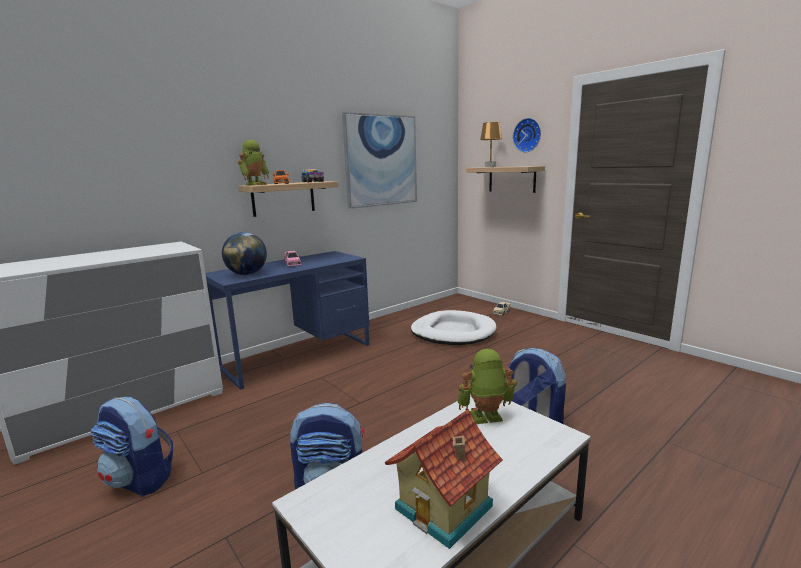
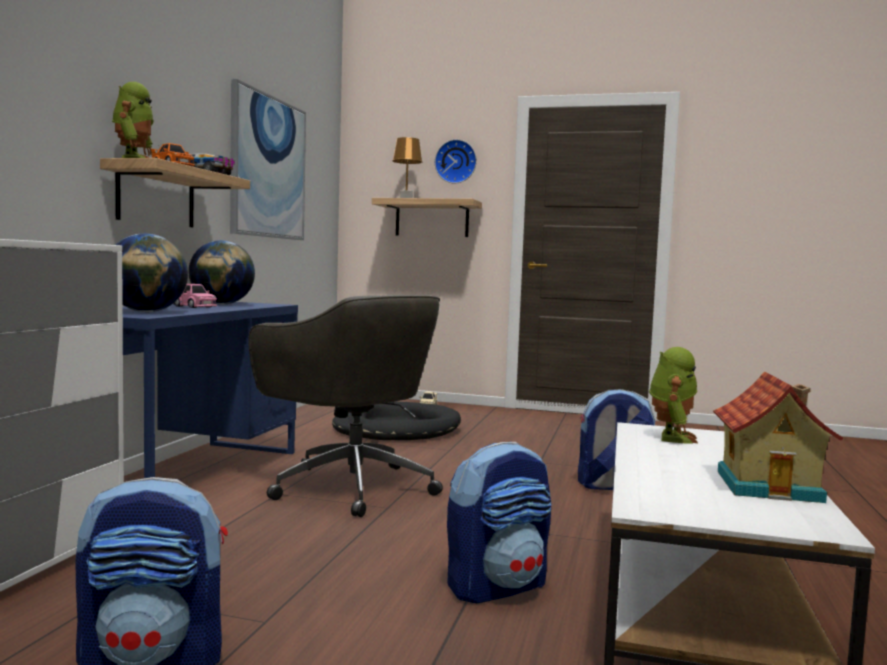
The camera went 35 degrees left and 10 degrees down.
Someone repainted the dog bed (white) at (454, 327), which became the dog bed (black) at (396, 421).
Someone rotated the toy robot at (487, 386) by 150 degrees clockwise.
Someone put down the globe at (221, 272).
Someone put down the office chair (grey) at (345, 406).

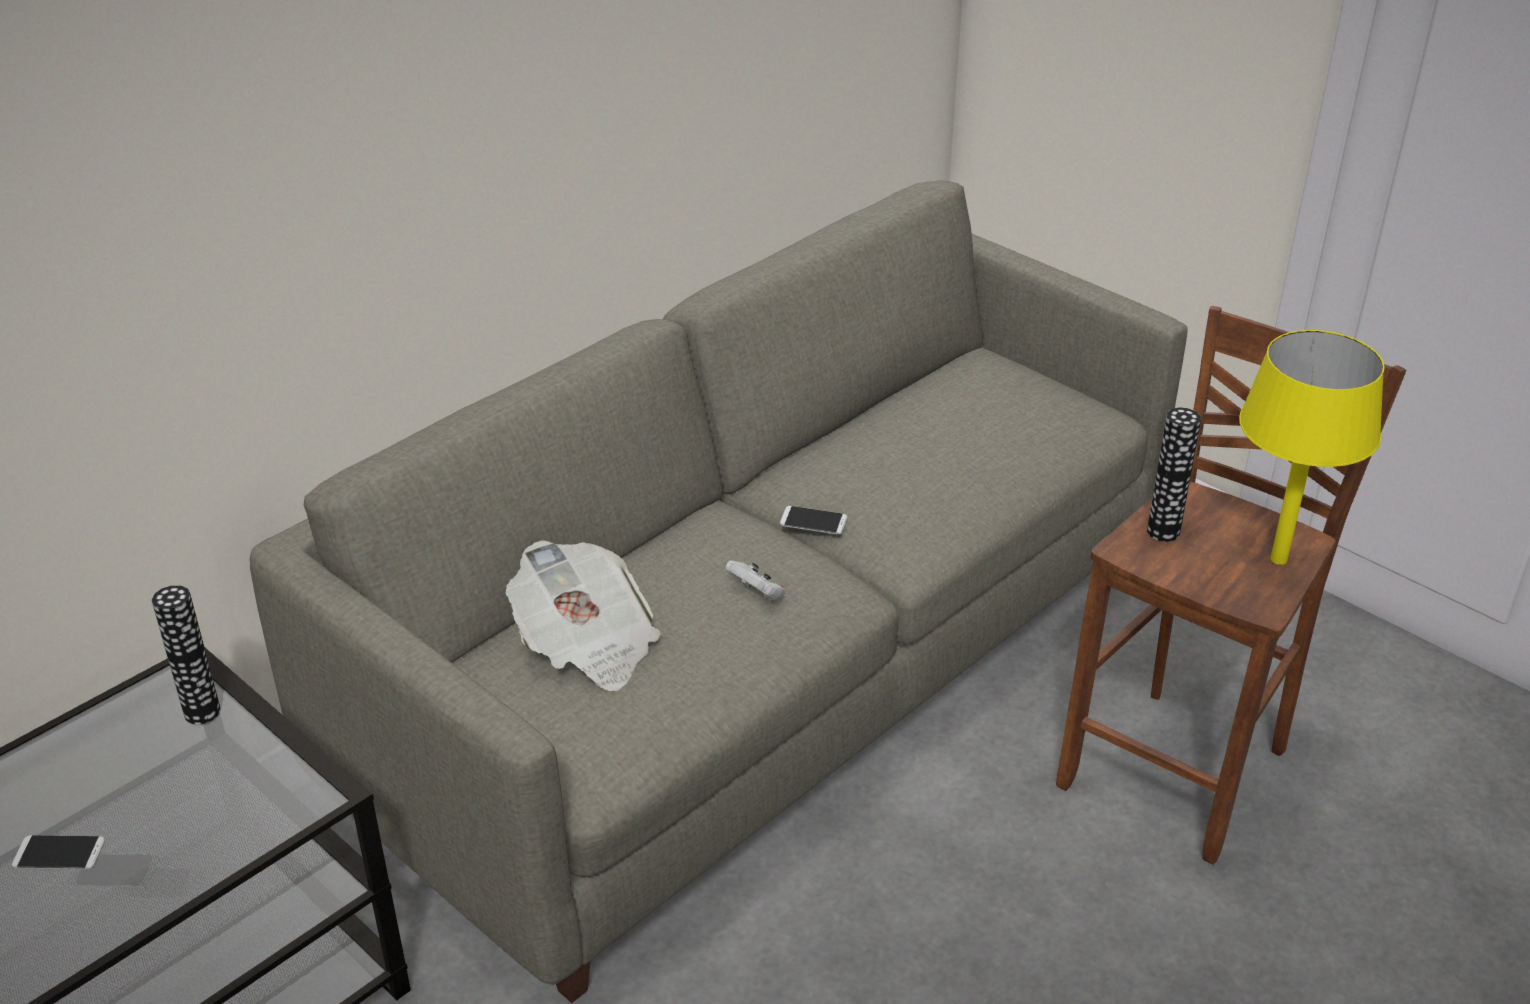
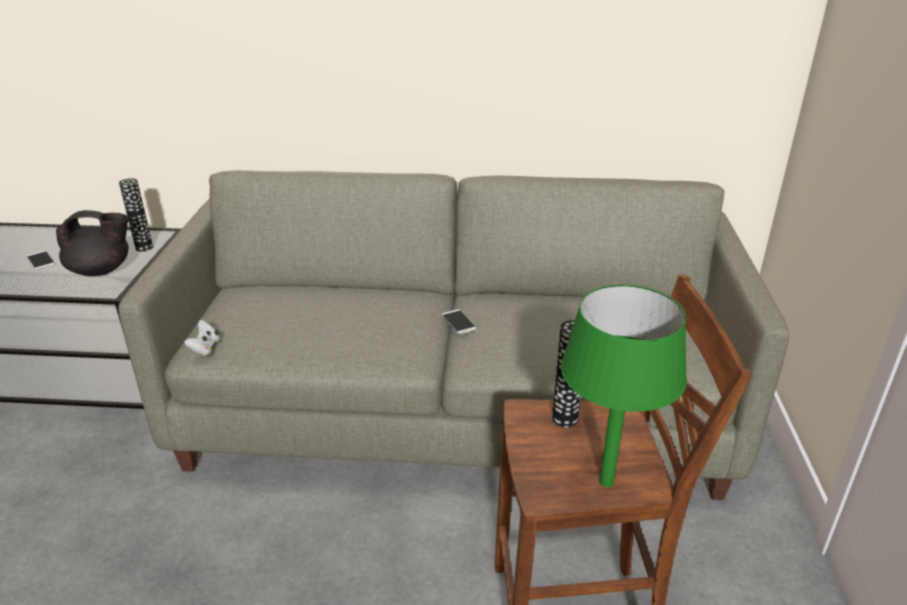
The camera went 50 degrees right and 5 degrees down.
Someone took away the newspaper at (583, 615).
Someone carried the game controller (white) from (755, 581) to (202, 338).
Someone repainted the table lamp (yellow) at (1311, 447), which became the table lamp (green) at (624, 386).
Someone put down the teapot (black) at (92, 243).

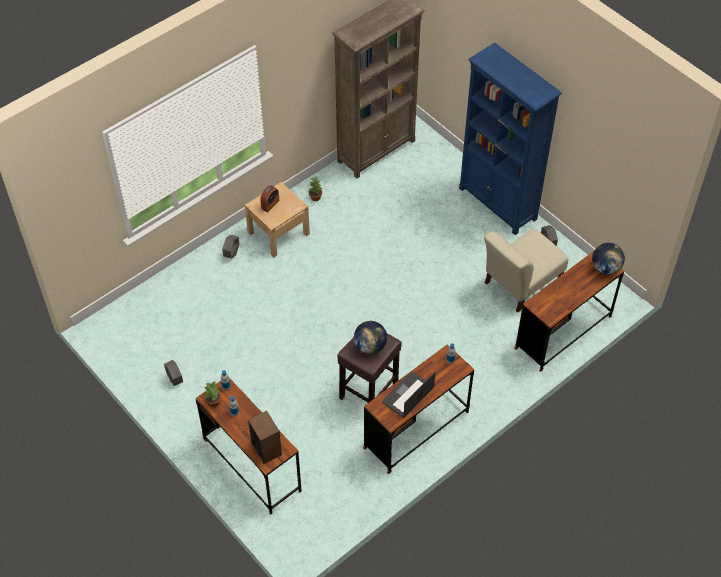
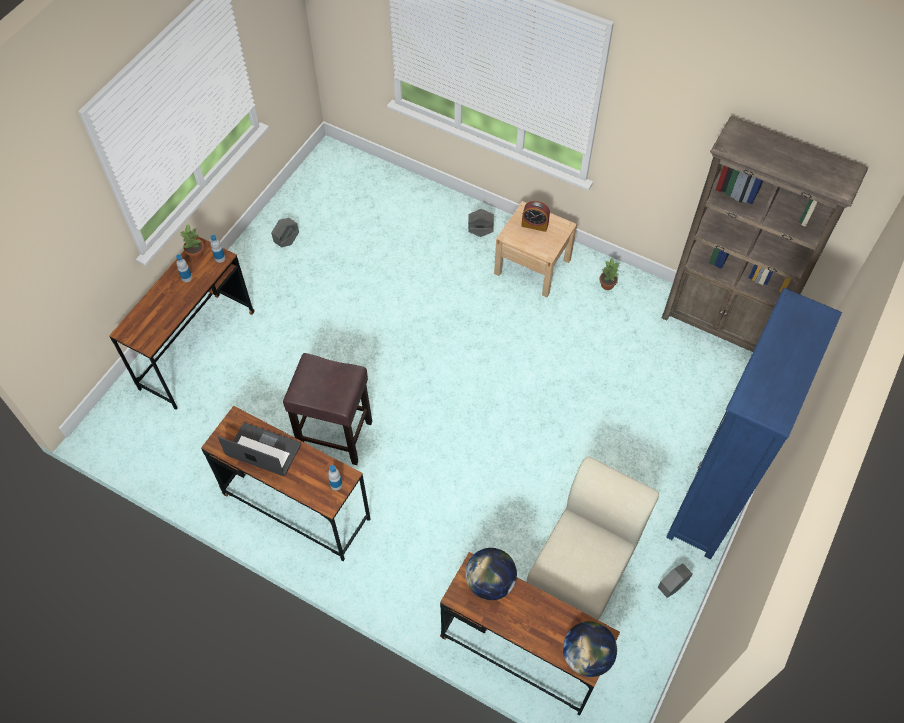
The camera went 70 degrees right and 5 degrees up.
Someone took away the speaker at (265, 437).
Someone carried the globe from (370, 337) to (491, 574).
Someone rotated the chair (beige) at (526, 270) by 90 degrees clockwise.

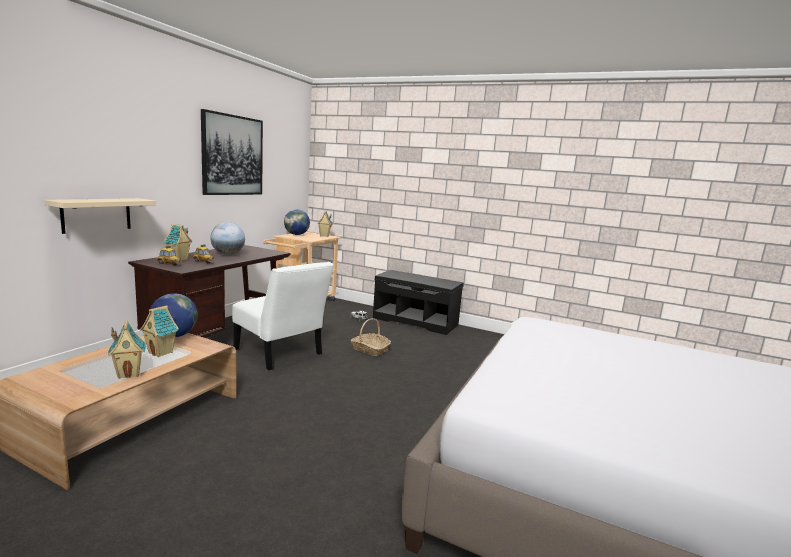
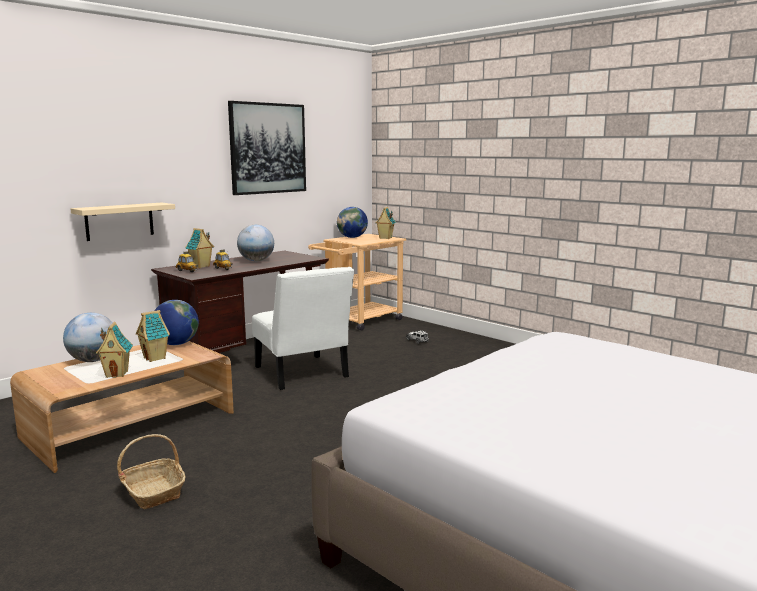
The camera went 20 degrees right and 0 degrees up.
Someone carried the basket from (371, 337) to (151, 471).
Someone took away the bench (black) at (418, 302).
Someone put down the globe at (88, 337).

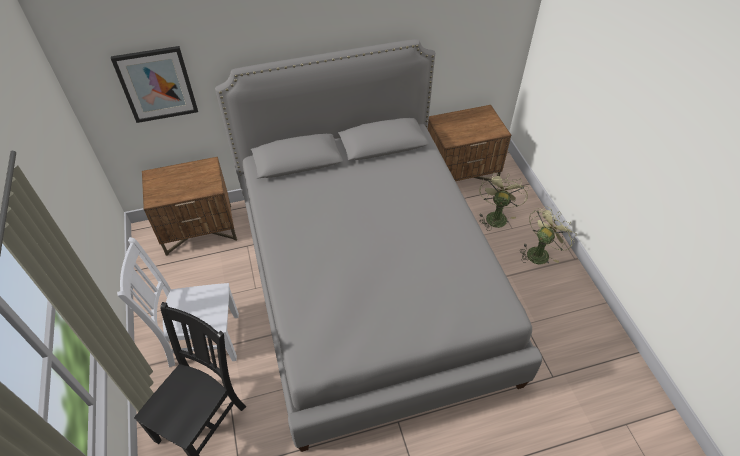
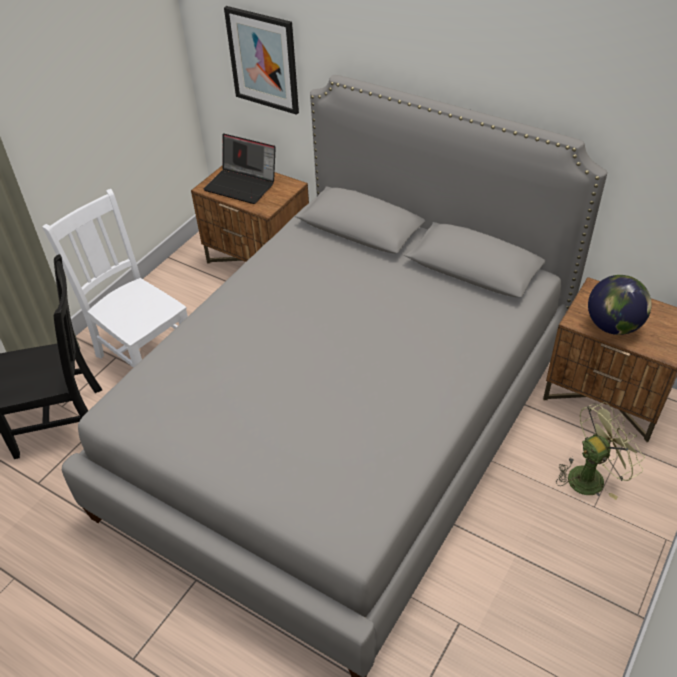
The camera went 50 degrees right and 5 degrees down.
Someone took away the fan (green) at (548, 235).
Someone put down the laptop at (239, 169).
Someone put down the globe at (620, 305).

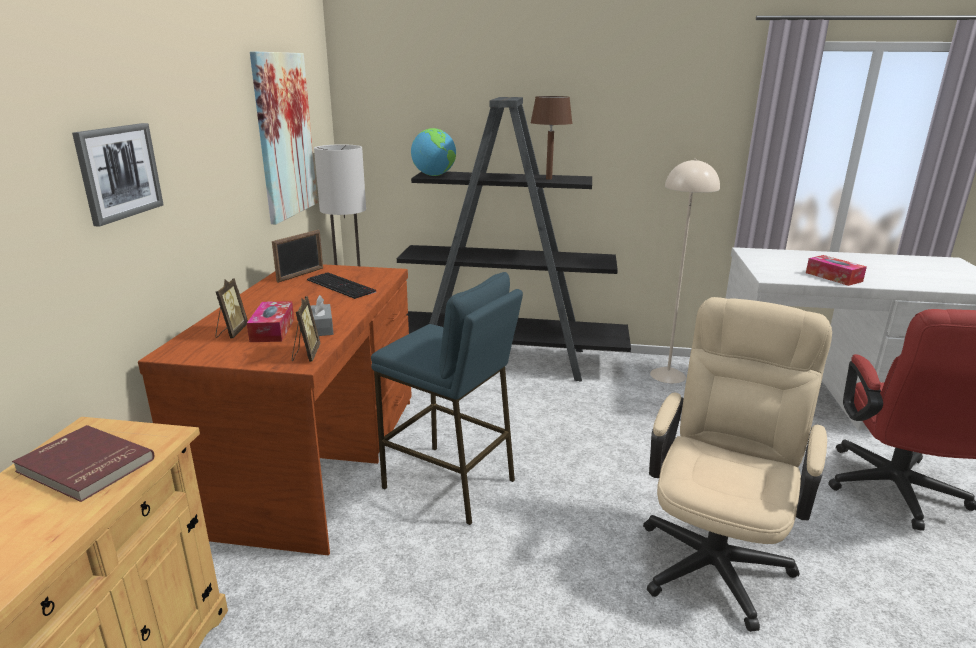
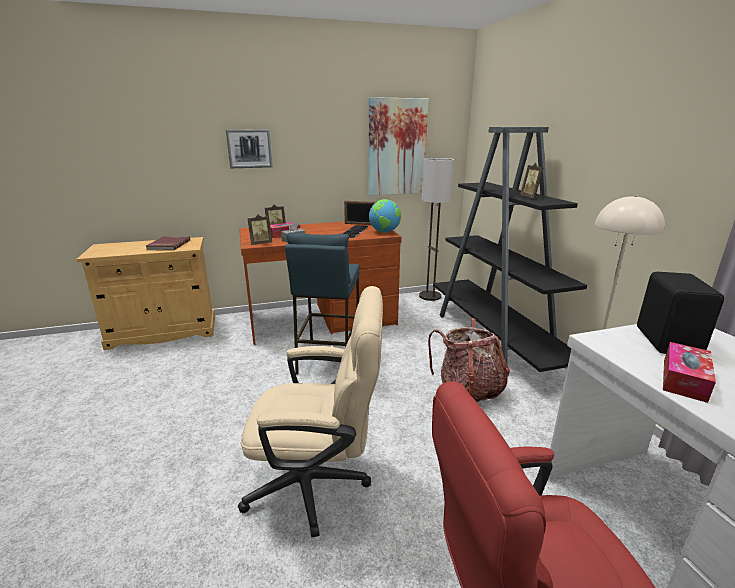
The camera went 65 degrees right and 0 degrees up.
Someone carried the globe from (433, 152) to (385, 216).
Someone swapped the table lamp (brown) at (551, 137) for the picture frame at (531, 181).
Someone put down the backpack at (469, 360).
Someone put down the speaker (black) at (680, 313).

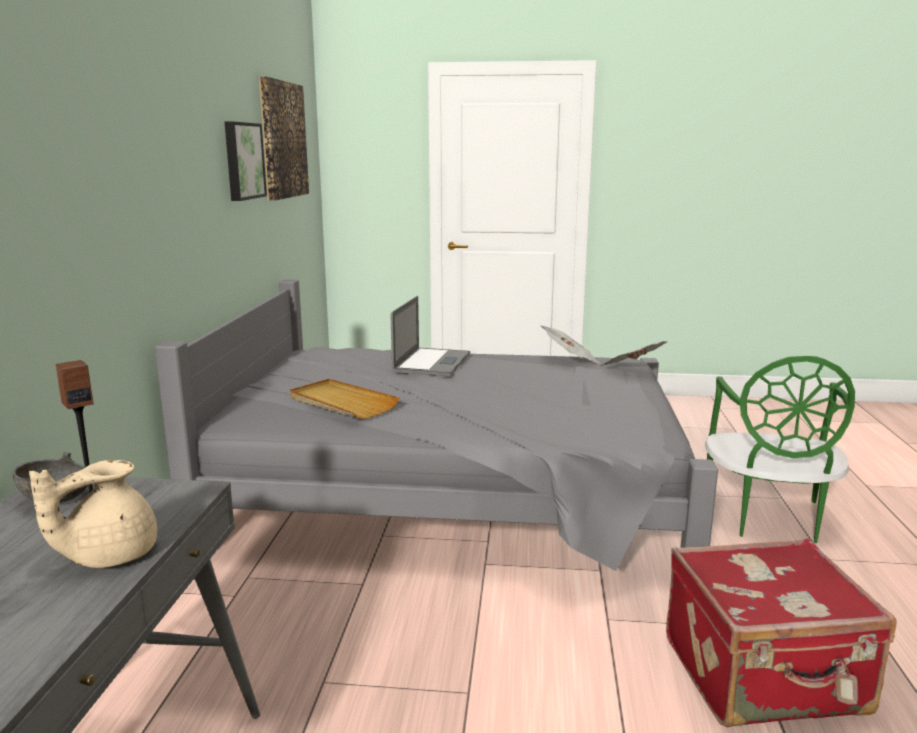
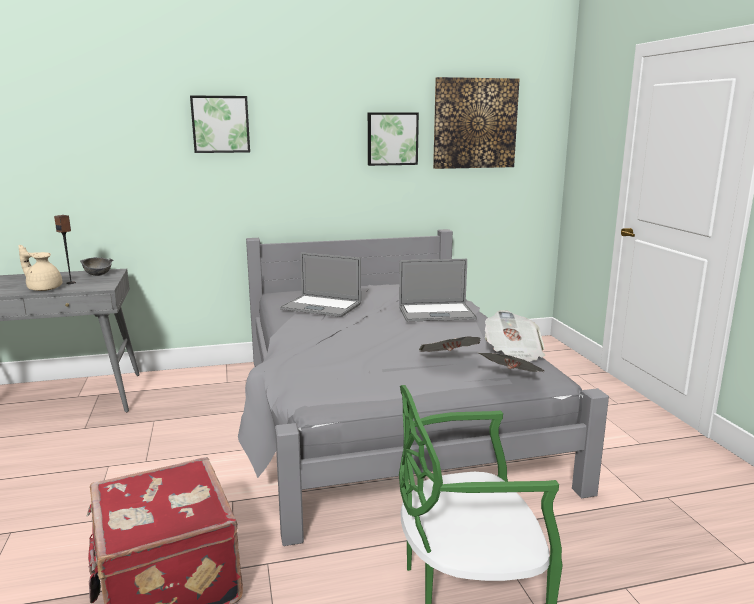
The camera went 70 degrees right and 0 degrees up.
Someone swapped the tray (beige) at (345, 399) for the laptop at (320, 284).
Someone put up the picture at (220, 124).
Someone put down the newspaper at (450, 344).

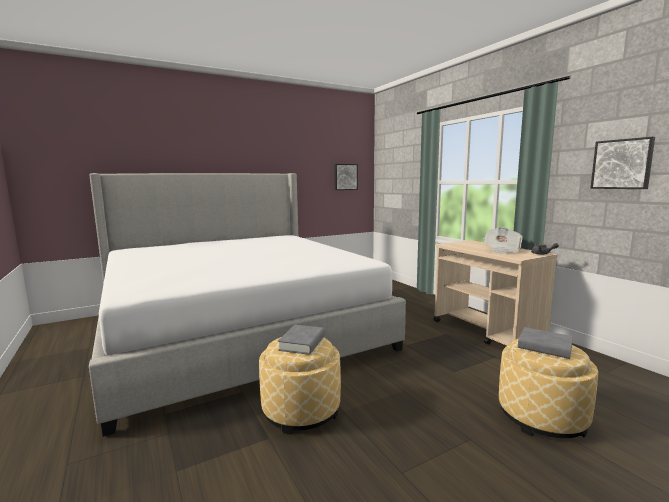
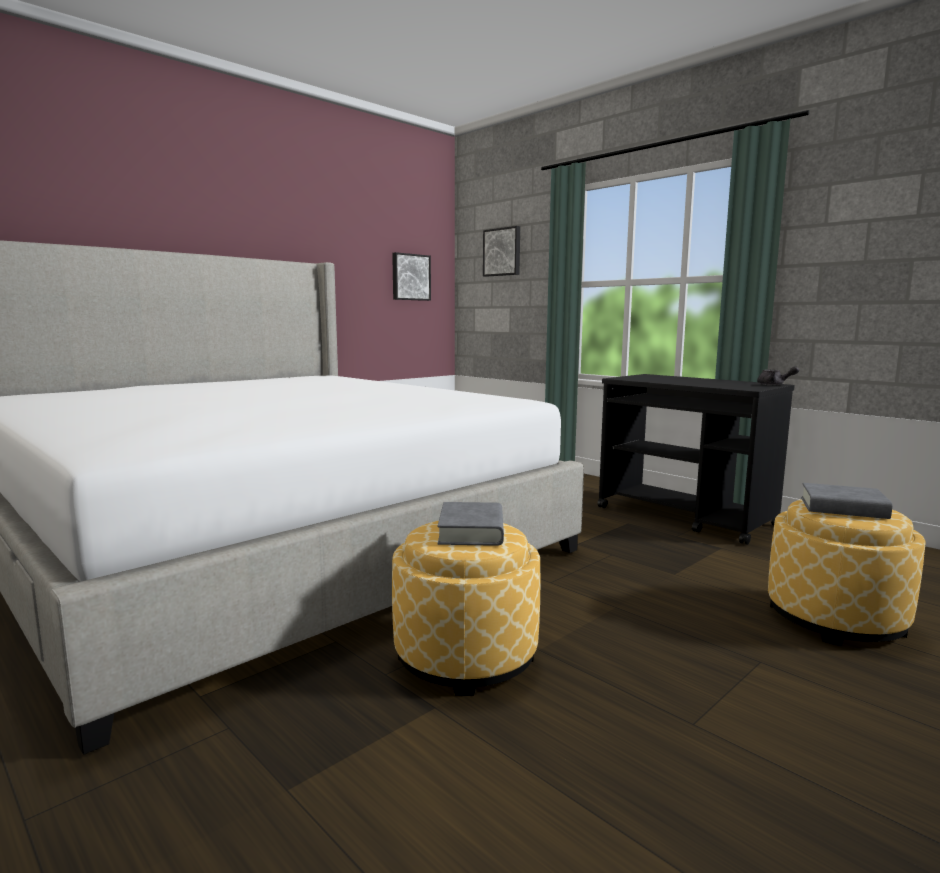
The camera went 15 degrees left and 0 degrees up.
Someone repainted the cart (beige) at (495, 293), which became the cart (black) at (696, 459).
Someone took away the newspaper at (503, 240).
Someone carried the picture from (622, 163) to (501, 251).

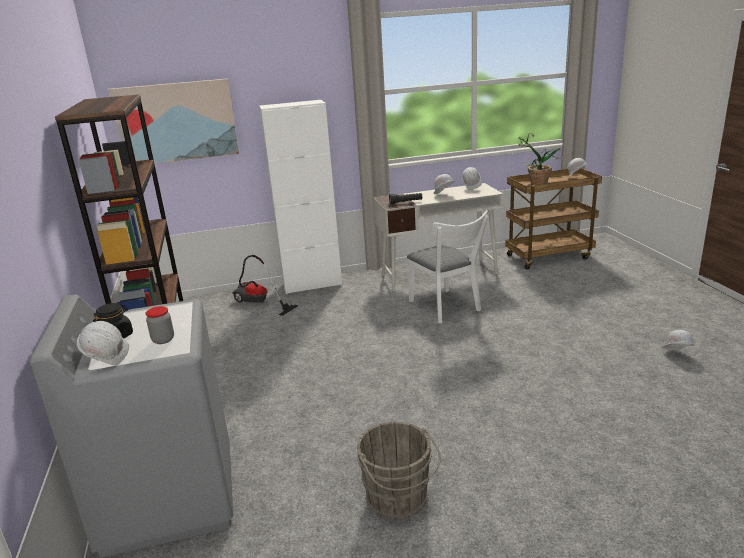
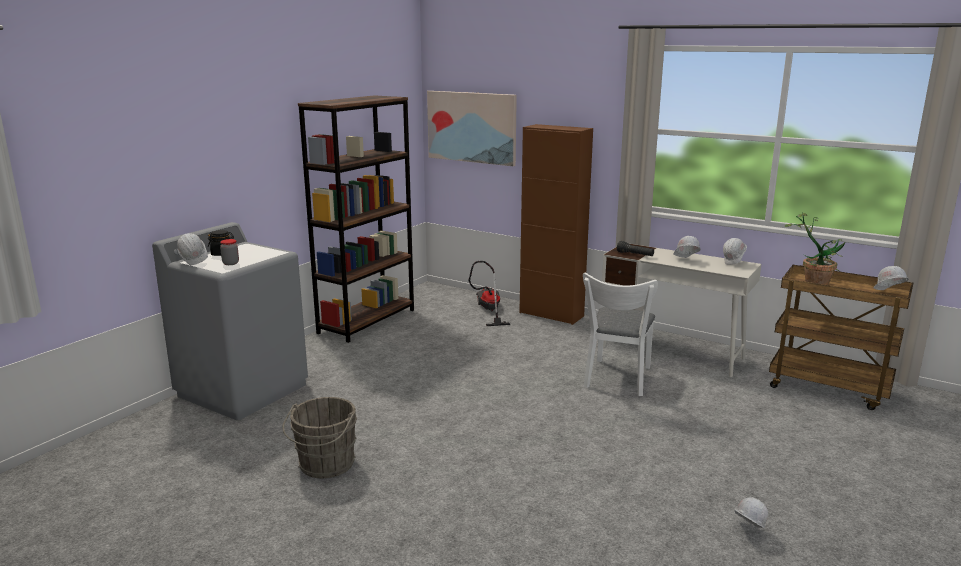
The camera went 45 degrees right and 5 degrees down.
Someone repainted the cabinet (white) at (300, 197), which became the cabinet (brown) at (556, 224).

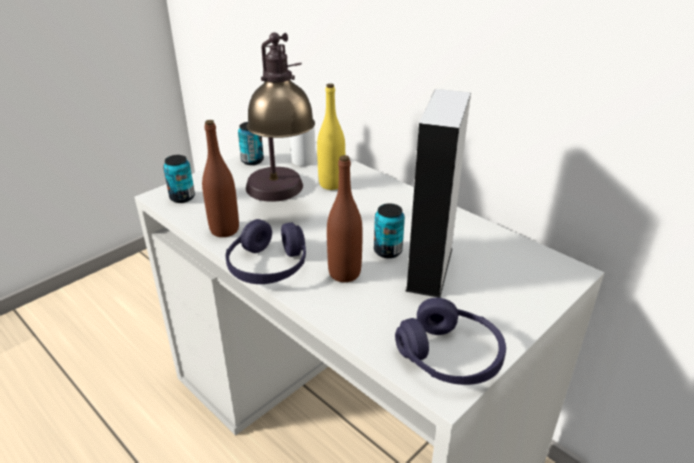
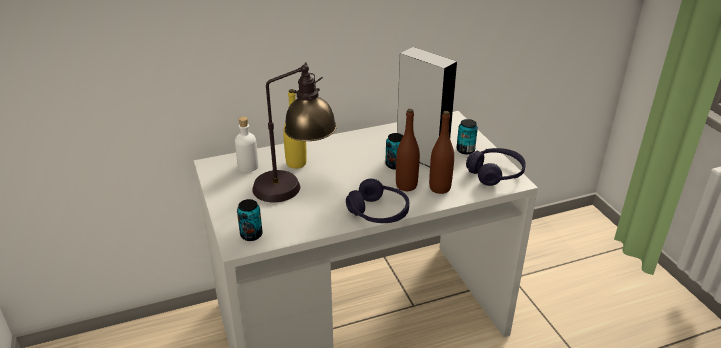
The camera went 65 degrees left and 0 degrees up.
Someone carried the bottle (brown) from (220, 178) to (441, 152).
Someone carried the can from (251, 143) to (467, 136).

